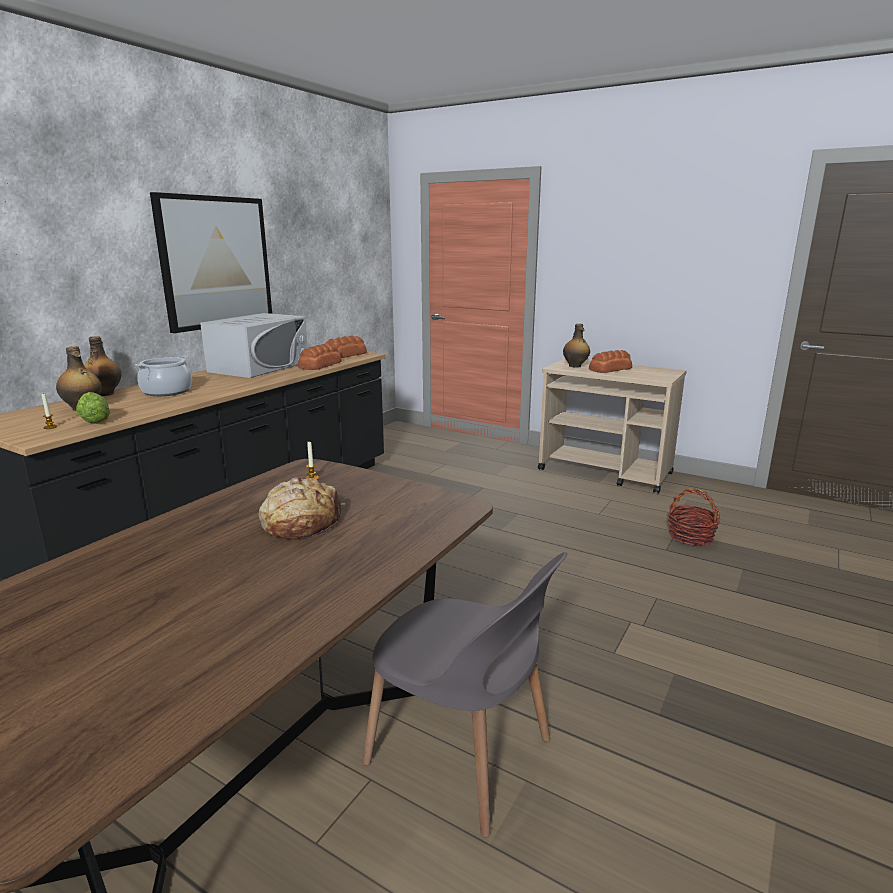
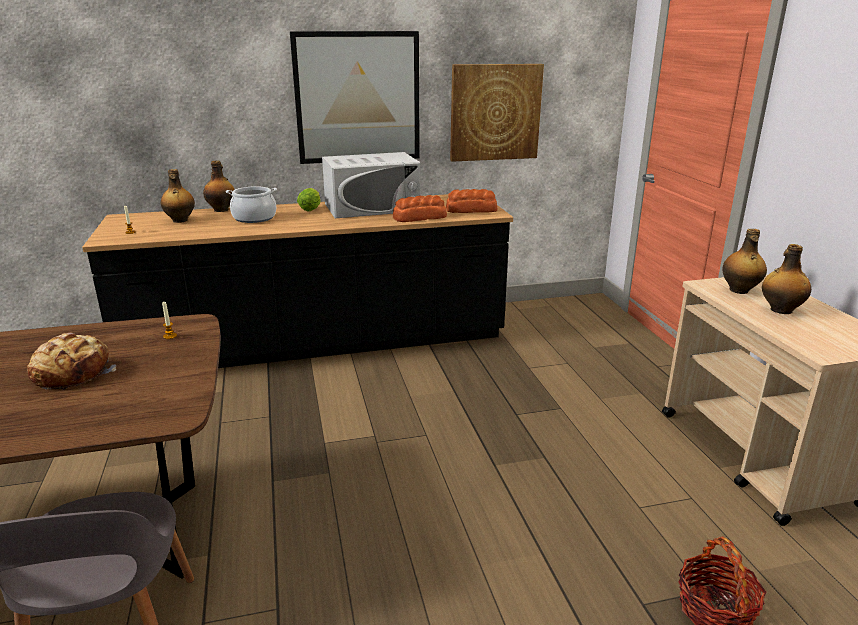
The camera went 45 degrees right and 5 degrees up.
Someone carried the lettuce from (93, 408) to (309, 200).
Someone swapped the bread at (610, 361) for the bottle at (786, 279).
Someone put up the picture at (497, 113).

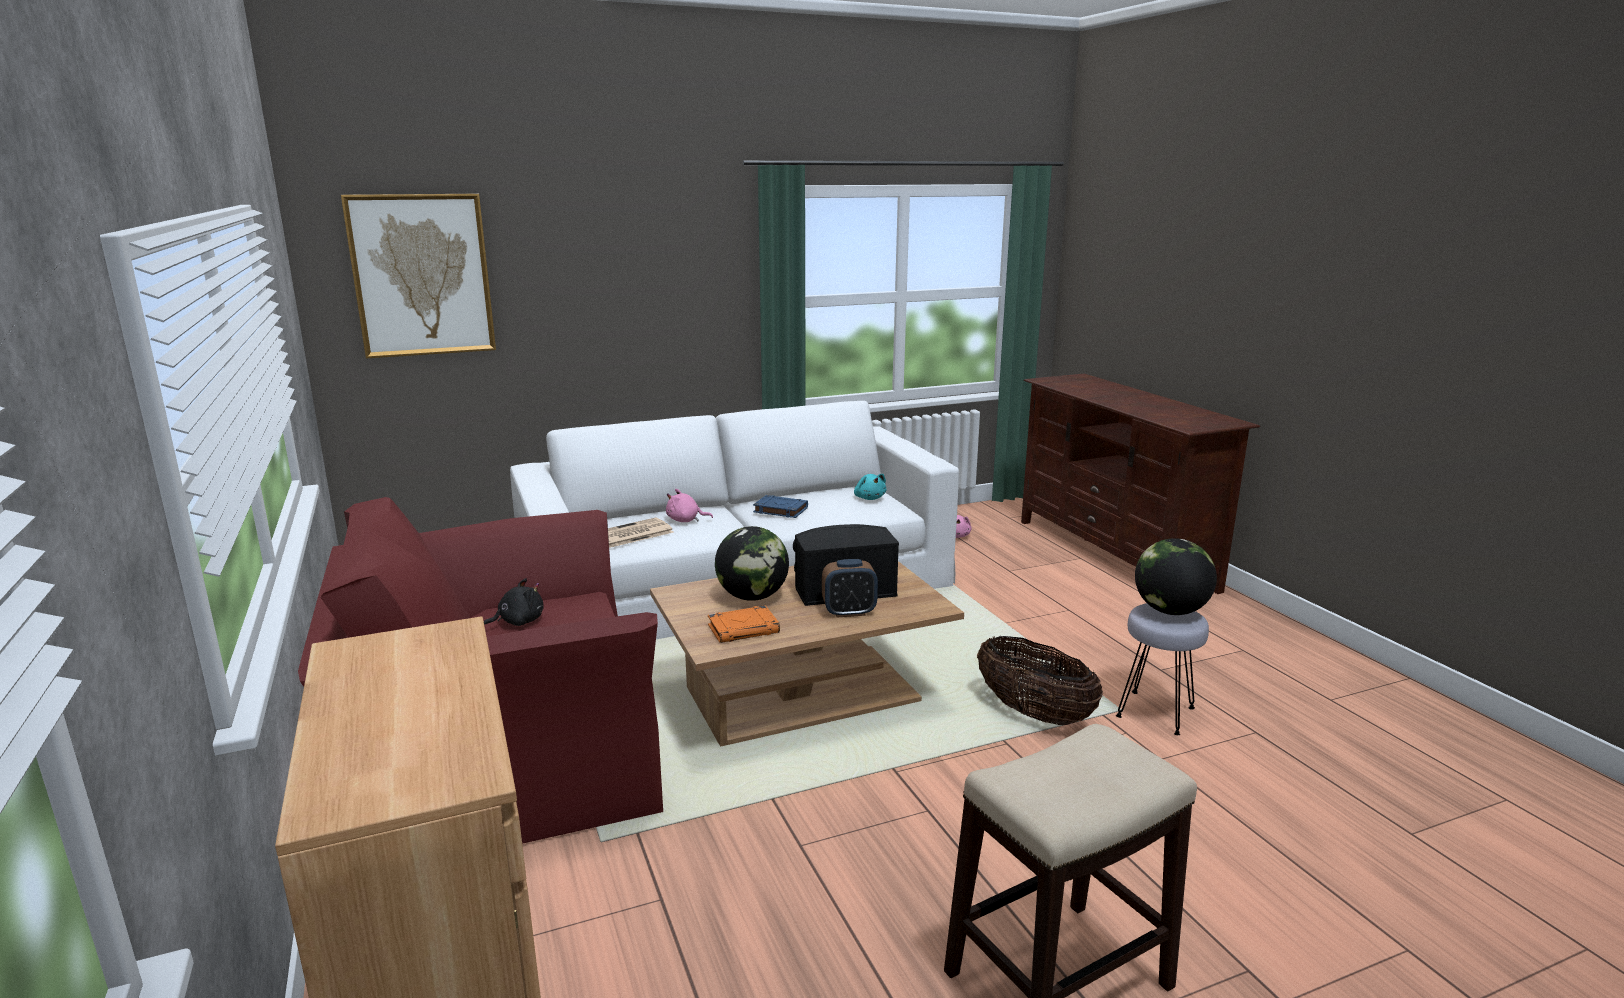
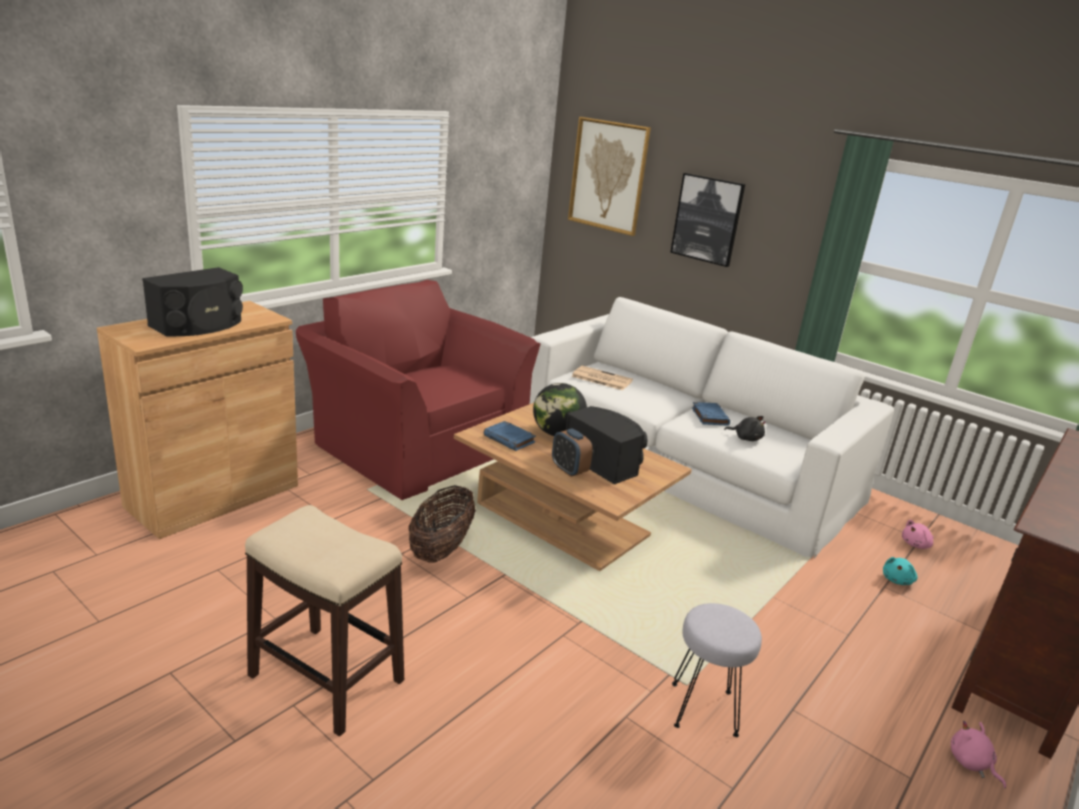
The camera went 60 degrees right and 5 degrees up.
Someone carried the plush toy (black) from (514, 602) to (745, 428).
Someone carried the plush toy (pink) from (689, 505) to (978, 754).
Someone repainted the book (orange) at (744, 624), which became the book (blue) at (510, 436).
Someone carried the plush toy (turquoise) from (870, 487) to (900, 571).
Someone carried the basket from (1040, 680) to (442, 524).
Someone took away the globe at (1176, 576).
Someone put down the speaker (black) at (192, 301).
Someone put up the picture at (707, 220).

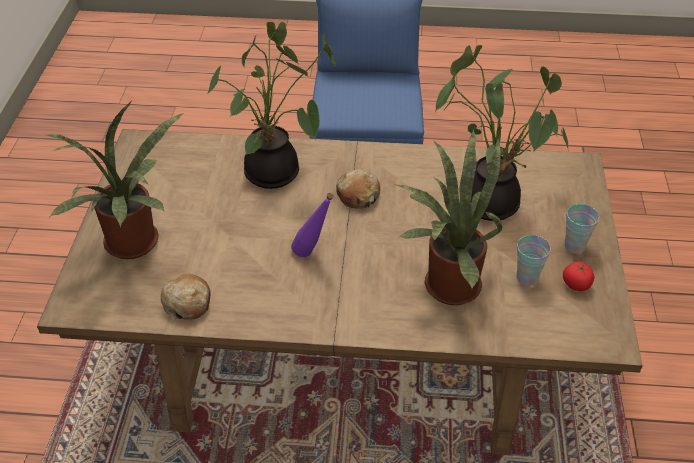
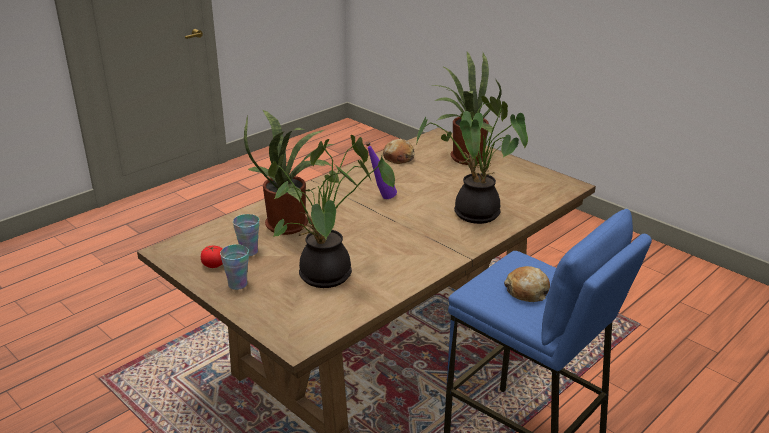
The camera went 130 degrees right and 15 degrees down.
Someone carried the bread from (358, 189) to (527, 284).

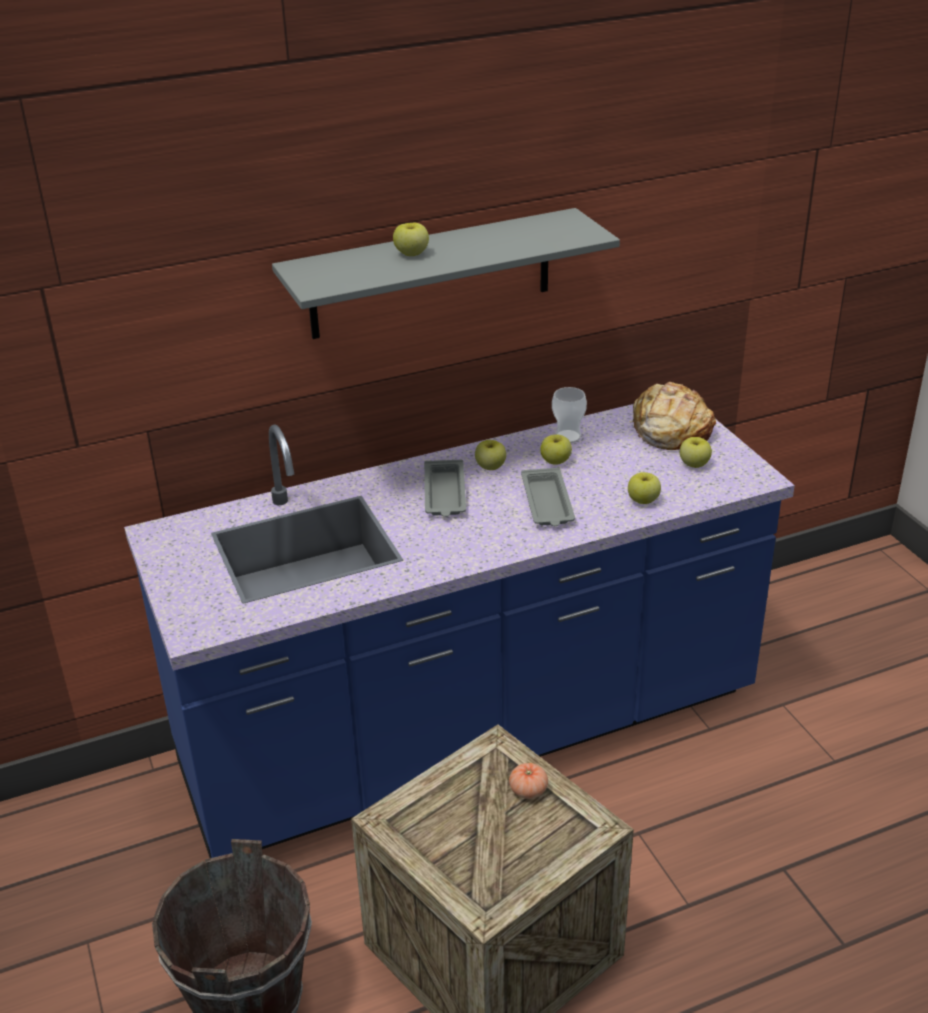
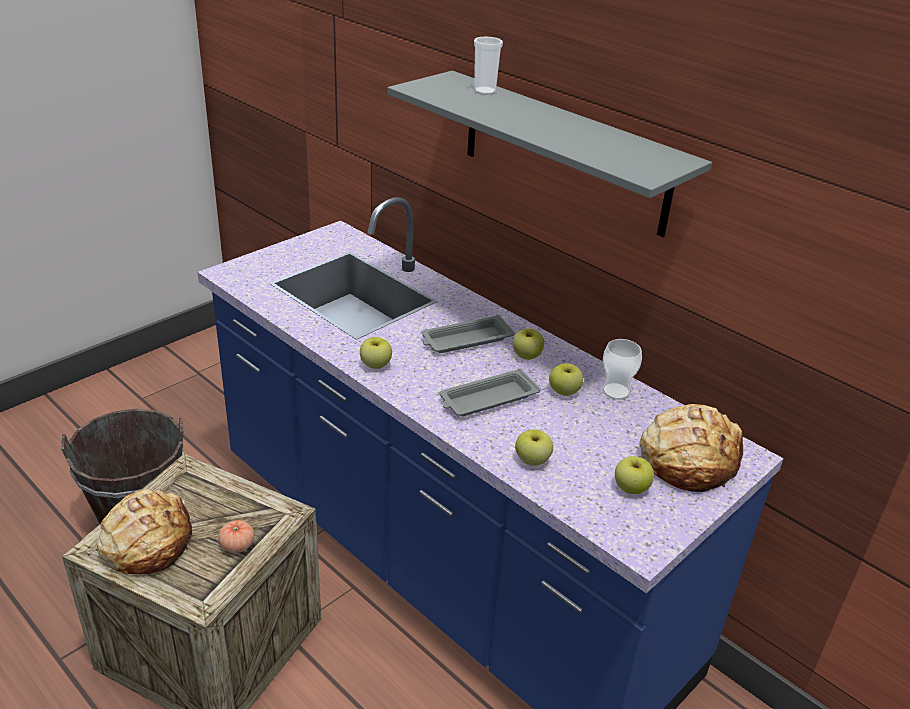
The camera went 65 degrees right and 0 degrees up.
Someone carried the apple from (411, 239) to (376, 353).
Someone put down the bread at (144, 531).
Someone put down the cup at (488, 66).

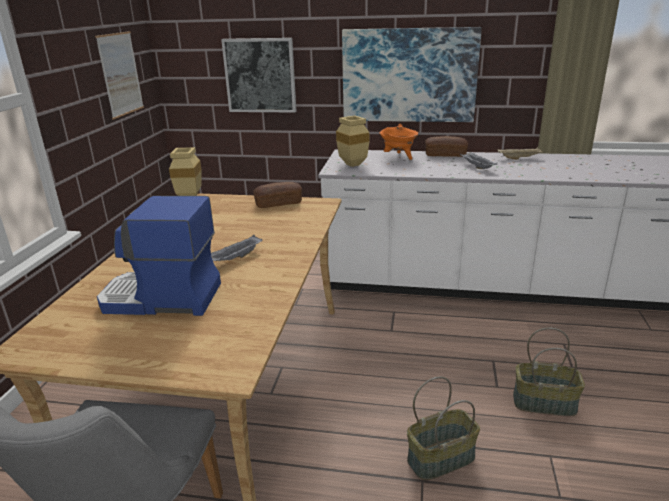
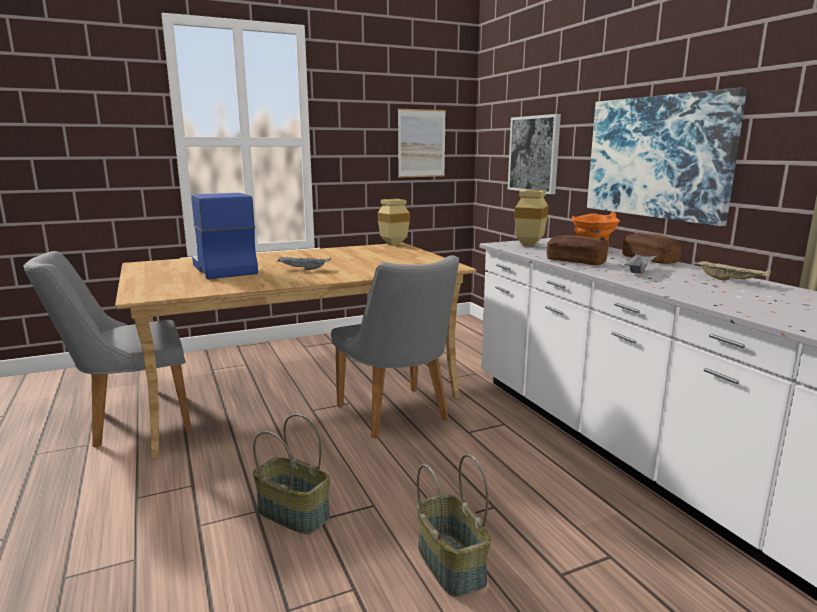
The camera went 55 degrees right and 10 degrees down.
Someone carried the bread from (277, 195) to (577, 250).
Someone put down the chair (grey) at (395, 347).

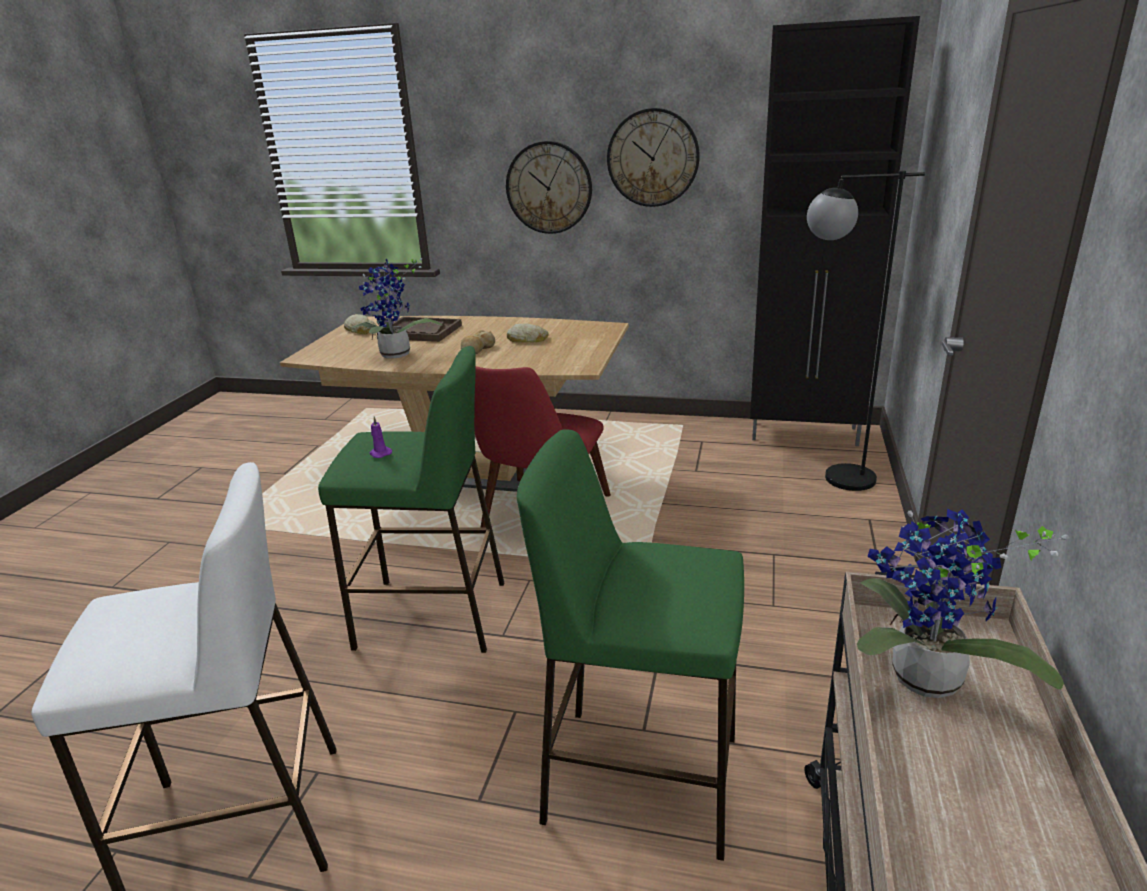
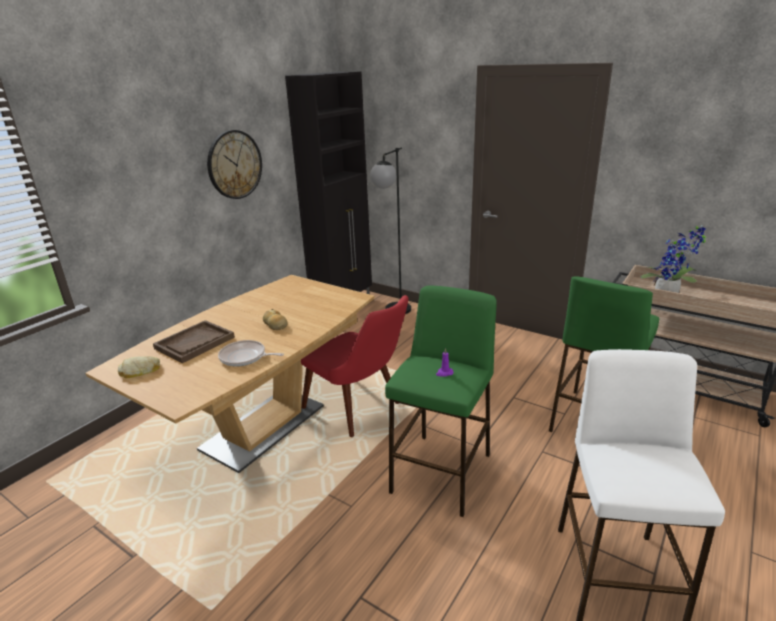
The camera went 70 degrees left and 0 degrees up.
Someone swapped the potted plant at (397, 308) for the frying pan at (251, 353).
Someone took away the wall clock at (549, 187).
Someone took away the bread at (528, 332).

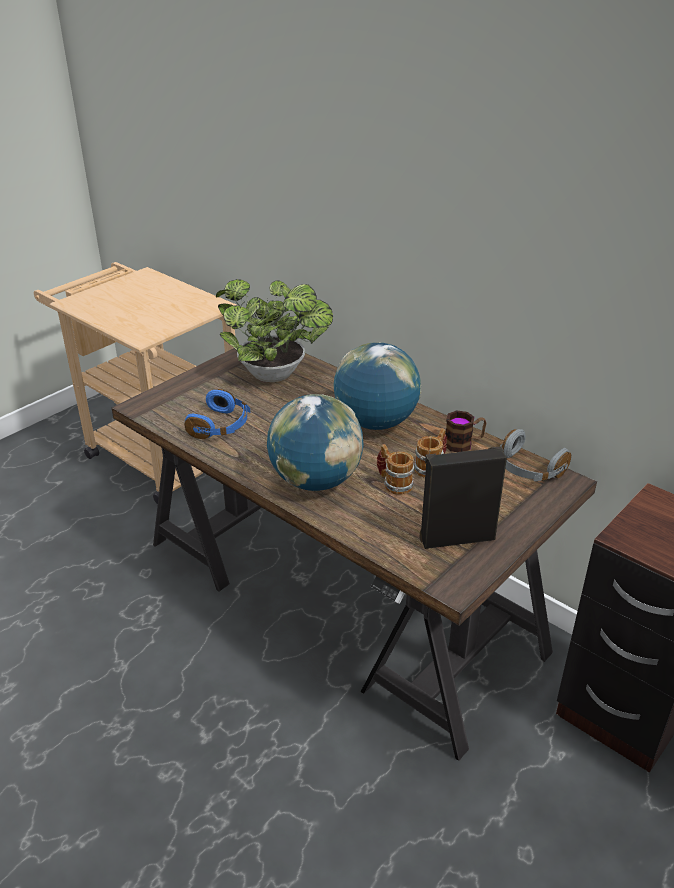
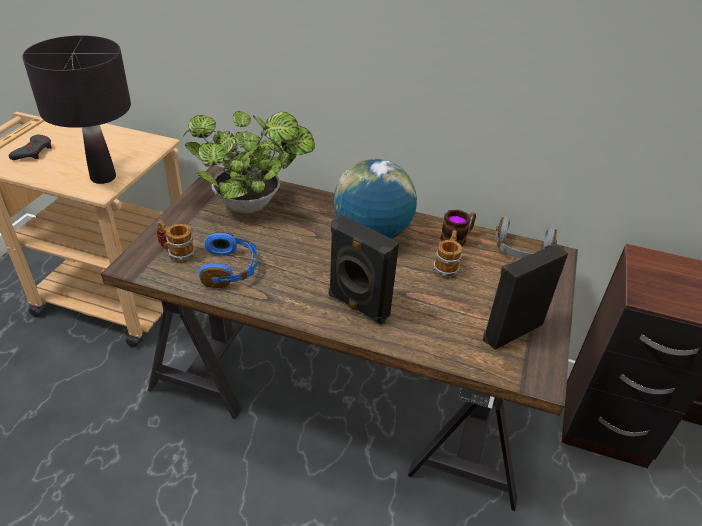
The camera went 25 degrees left and 5 degrees up.
Someone swapped the globe at (315, 442) for the speaker (black) at (364, 270).
Someone carried the mug from (395, 469) to (176, 241).
Someone put down the game controller (grey) at (30, 147).
Someone put down the table lamp (black) at (76, 109).

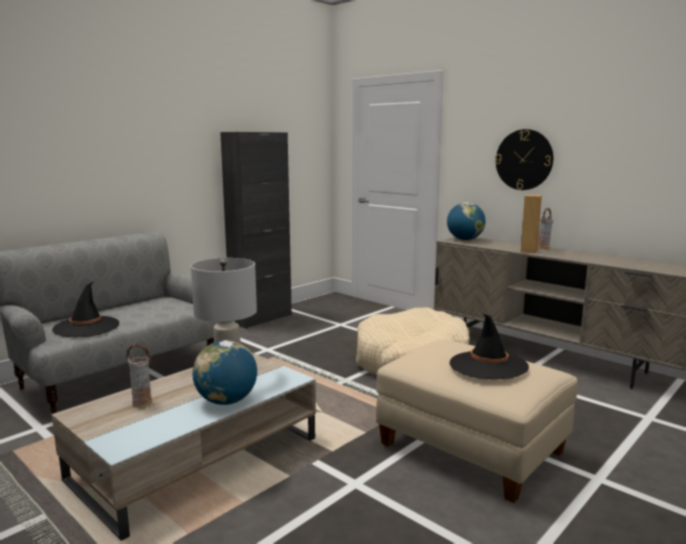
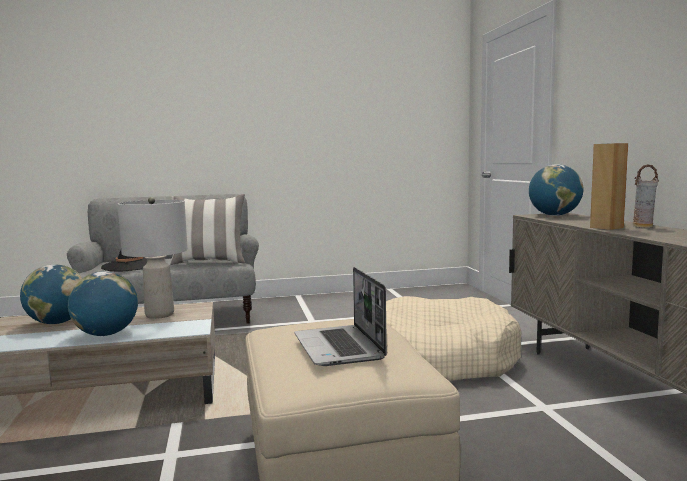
The camera went 35 degrees right and 5 degrees down.
Someone swapped the vase at (139, 376) for the globe at (51, 294).
Someone took away the cabinet (black) at (256, 230).
Someone swapped the hat (black) at (489, 346) for the laptop at (340, 316).
Someone took away the wall clock at (524, 159).
Someone put down the pillow at (207, 229).

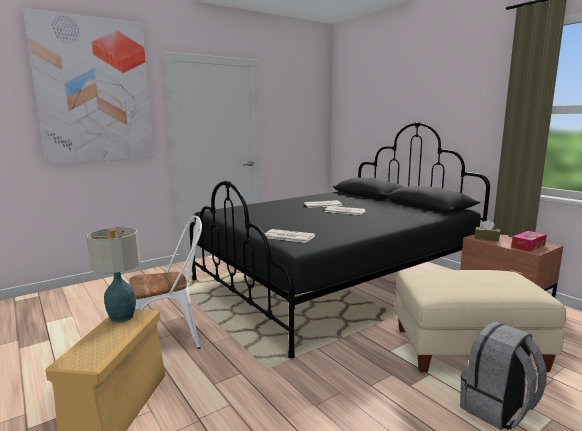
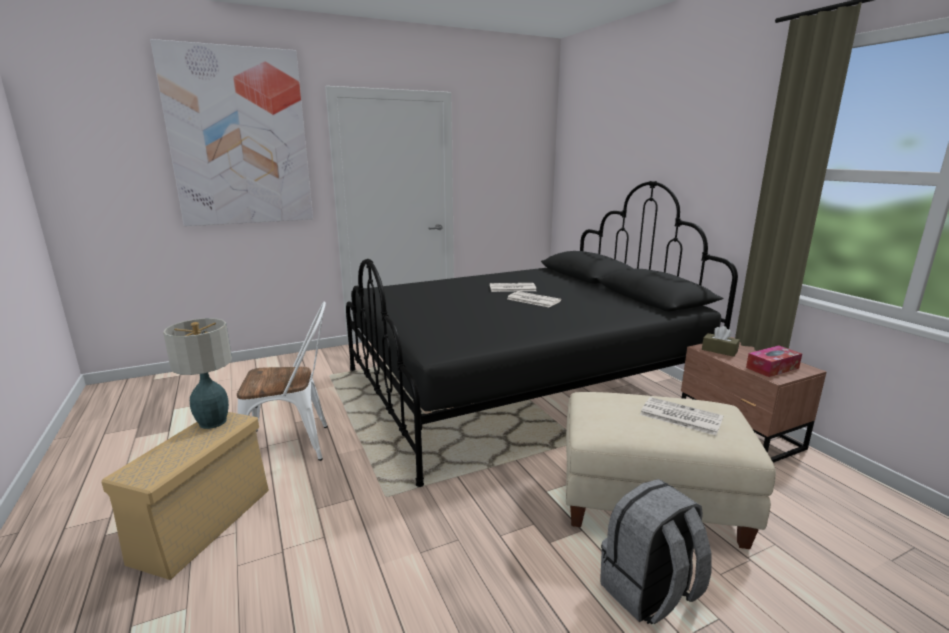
The camera went 10 degrees right and 5 degrees up.
Someone carried the newspaper from (290, 236) to (682, 416).

